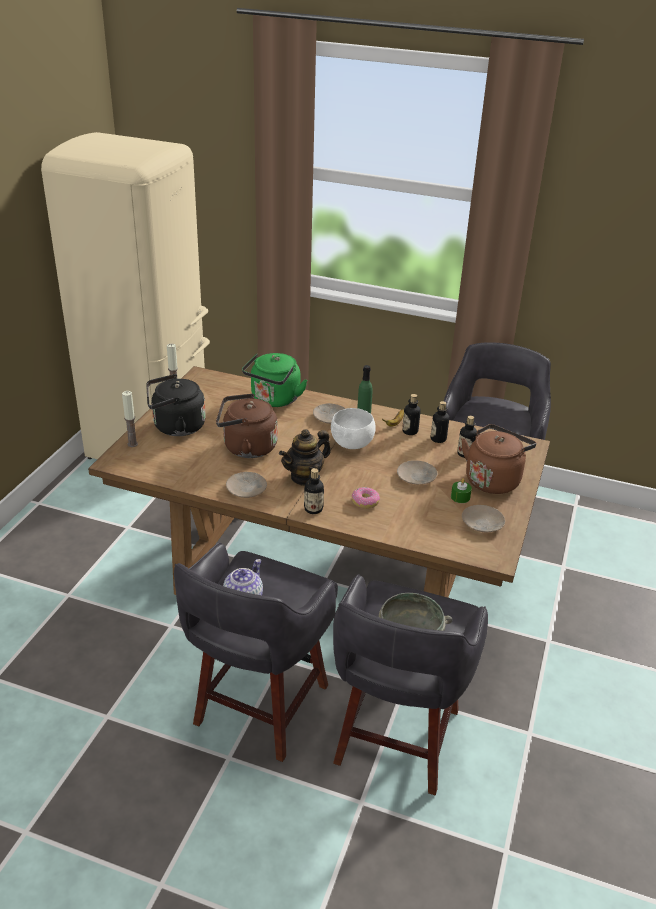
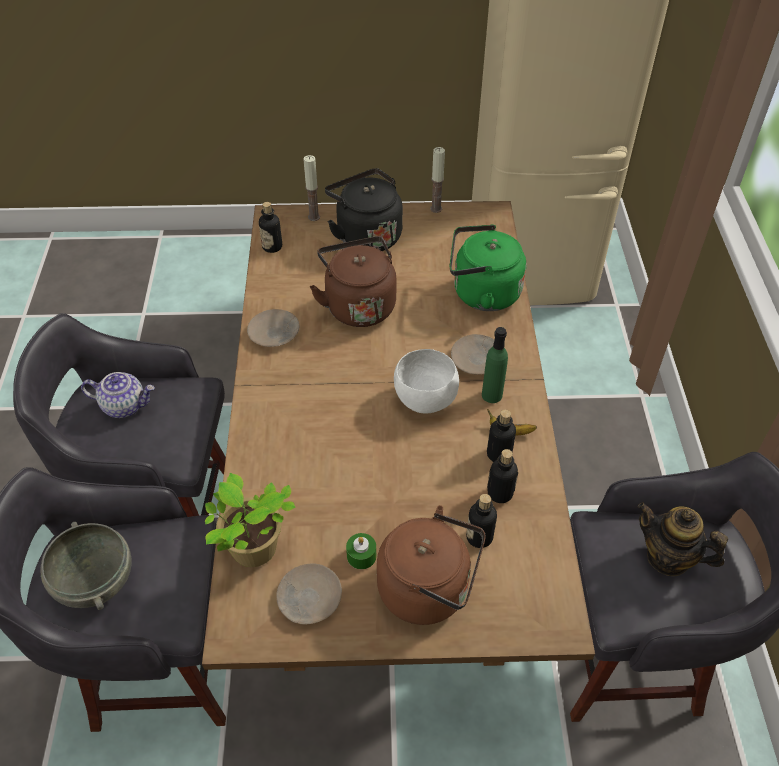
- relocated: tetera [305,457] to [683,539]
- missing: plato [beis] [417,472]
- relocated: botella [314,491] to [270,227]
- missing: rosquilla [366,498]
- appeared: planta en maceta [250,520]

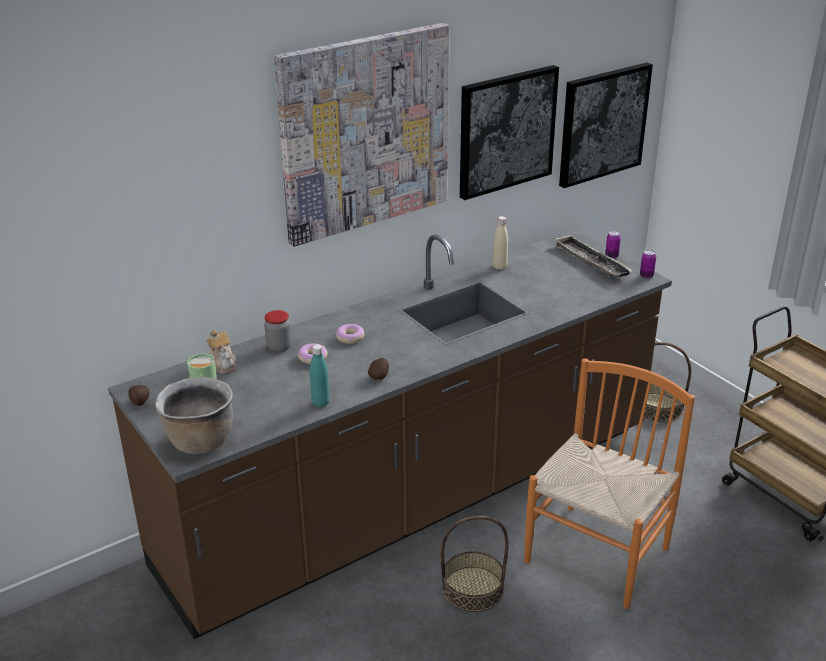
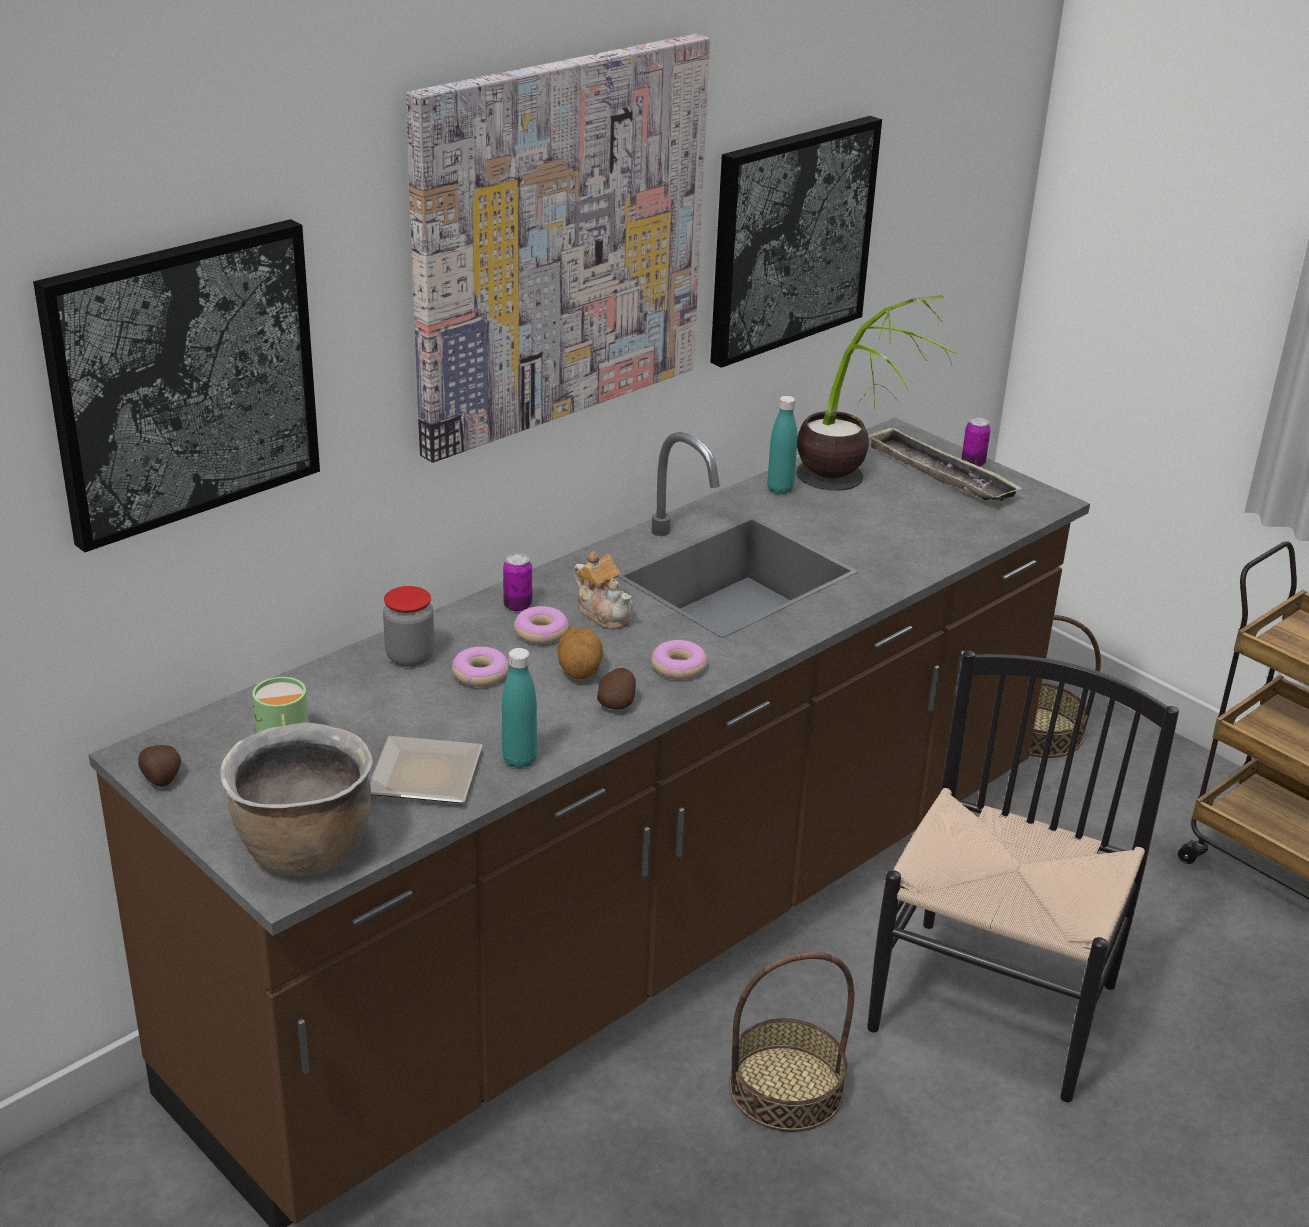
- relocated: cuadro [606,125] to [176,386]
- colour: botella [beis] [500,243] to botella [turquesa] [782,445]
- relocated: lata [648,264] to [517,582]
- relocated: tetera [221,352] to [603,590]
- colour: silla [naranja] [609,483] to silla [negro] [1023,876]
- appeared: planta en maceta [876,393]
- appeared: patata [580,653]
- appeared: rosquilla [679,660]
- appeared: plato [426,769]

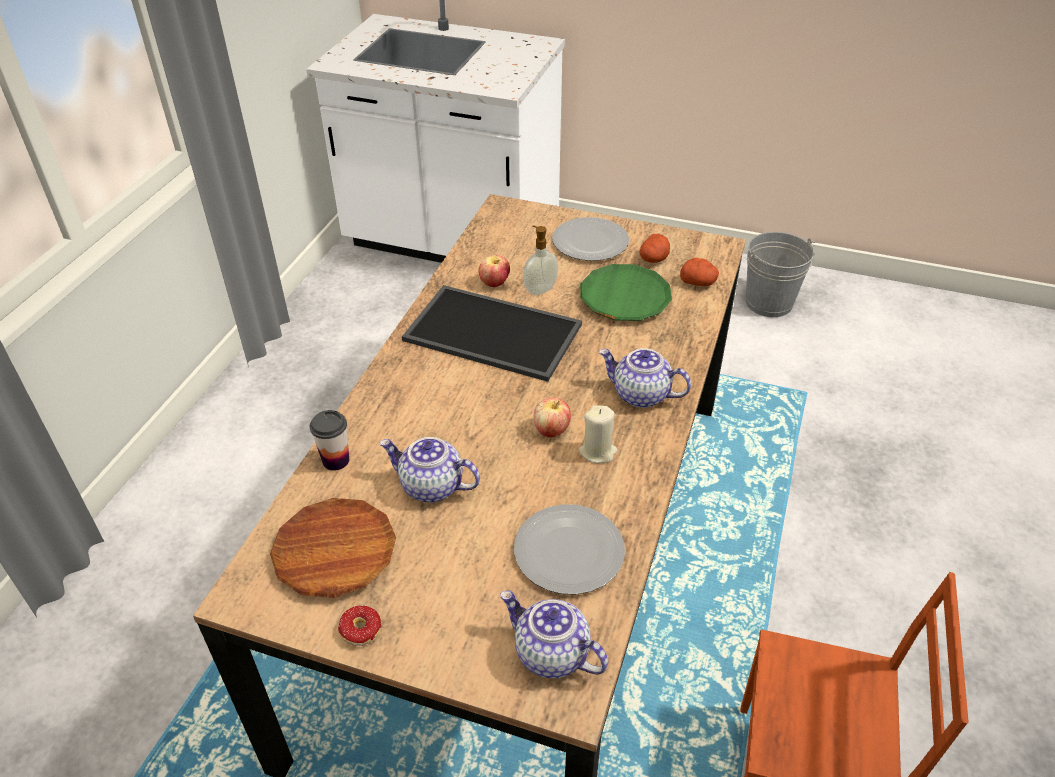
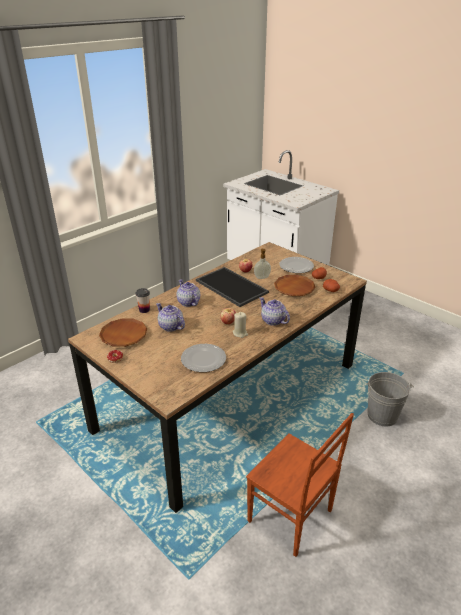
- relocated: cubo [gris] [780,274] to [390,399]
- colour: plato [verde] [626,292] to plato [marrón] [295,285]
- relocated: tetera [554,634] to [188,293]

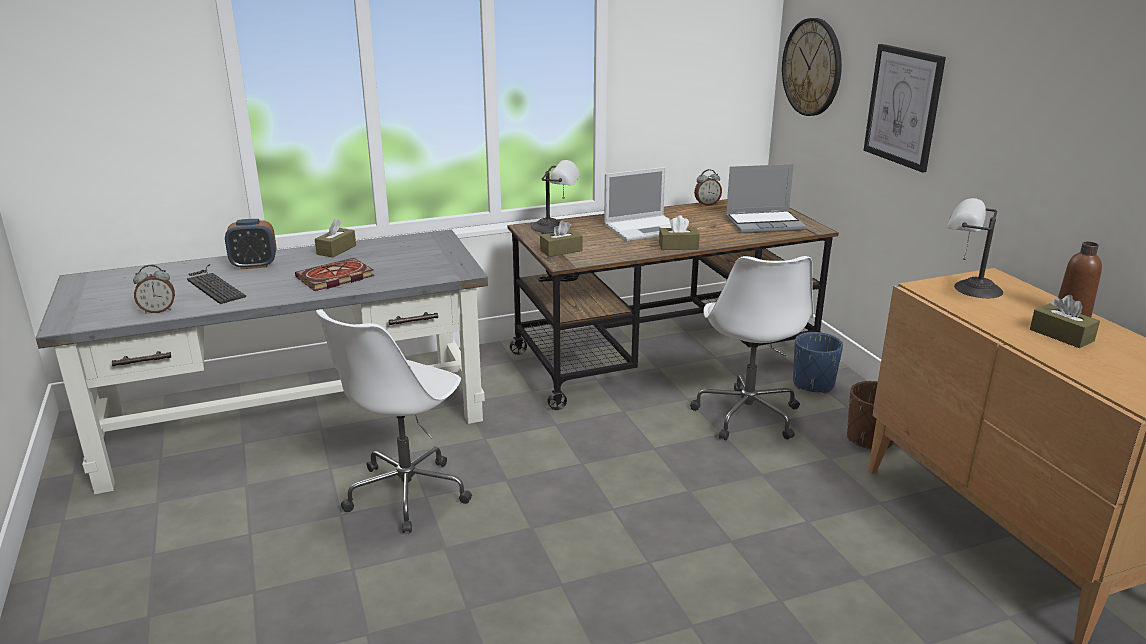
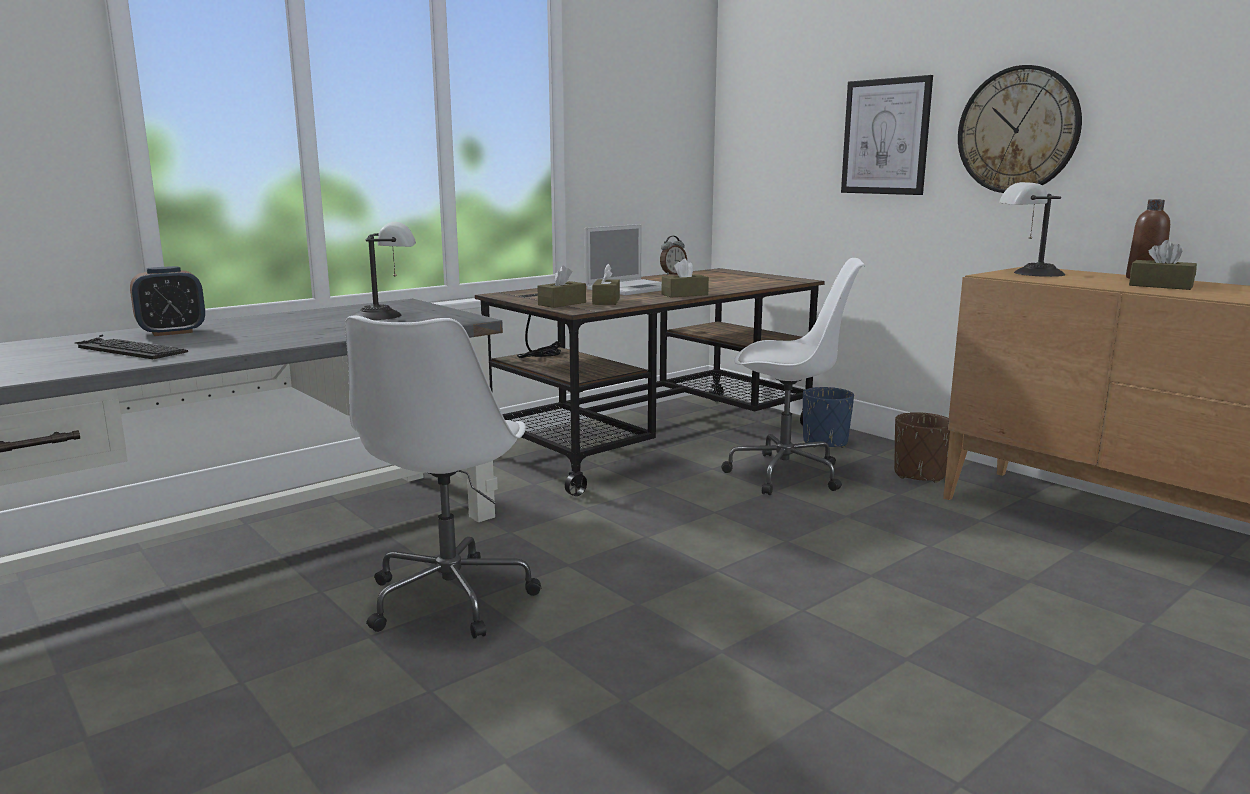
- relocated: reloj de pared [812,67] to [1020,129]
- relocated: lámpara de mesa [555,196] to [384,271]
- missing: portátil [766,199]
- relocated: caja de pañuelos [marrón] [335,238] to [606,284]
- spun: silla de oficina [blanco] [752,348] = [793,376] 60 degrees counterclockwise
- missing: libro [334,274]
- missing: despertador [154,289]

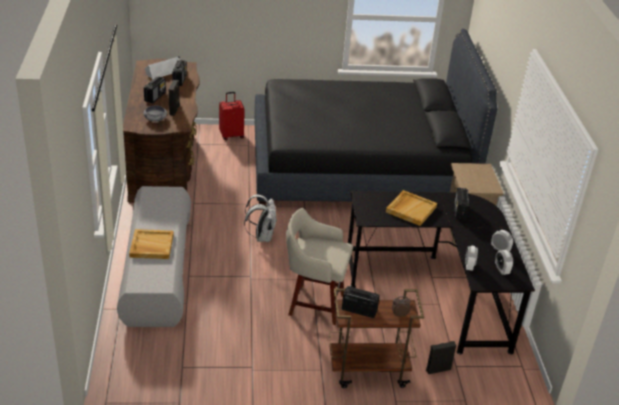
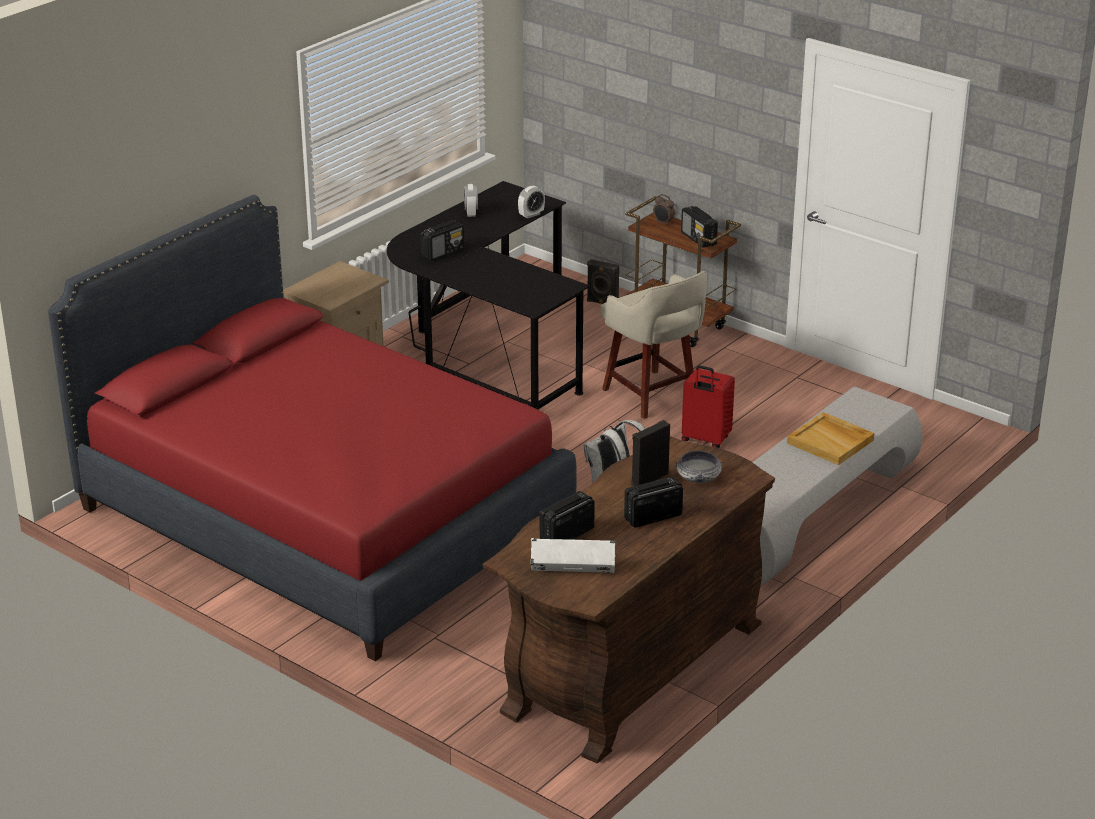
- colour: cama [negro] [375,117] to cama [rojo] [312,428]
- relocated: maleta [rojo] [232,116] to [708,406]
- missing: bandeja [beis] [411,208]
- missing: despertador [504,262]

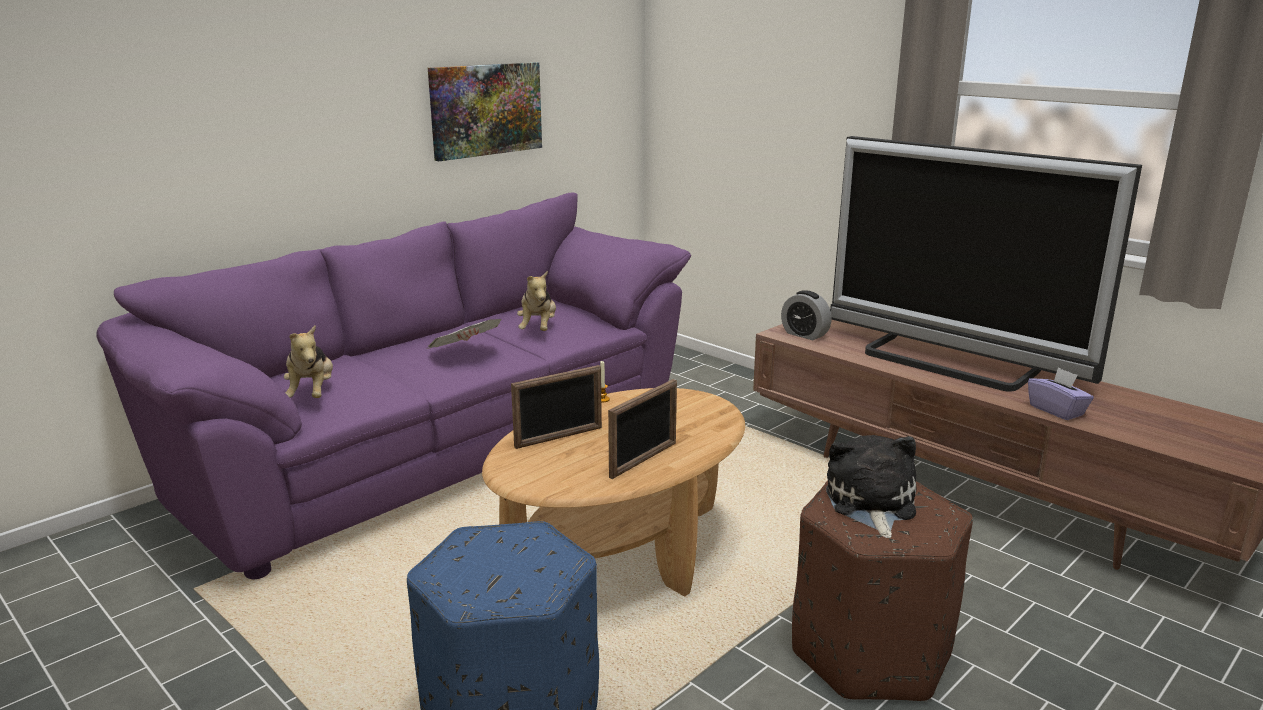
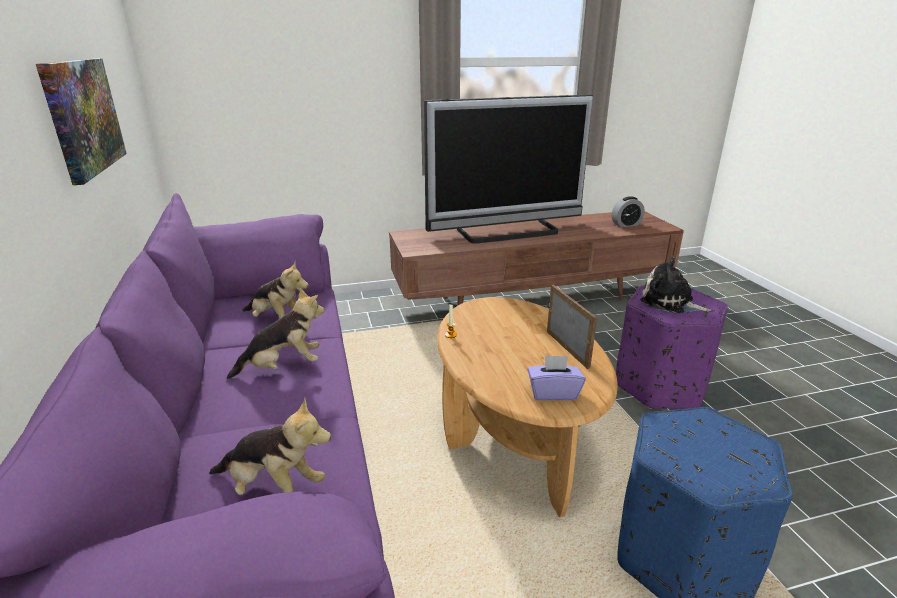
- relocated: despertador [806,315] to [628,211]
- exchanged: periódico [464,334] to peluche [275,334]
- missing: portarretratos [556,407]
- relocated: caja de pañuelos [morado] [1061,393] to [556,377]
- colour: puf [marrón] [882,591] to puf [morado] [672,347]

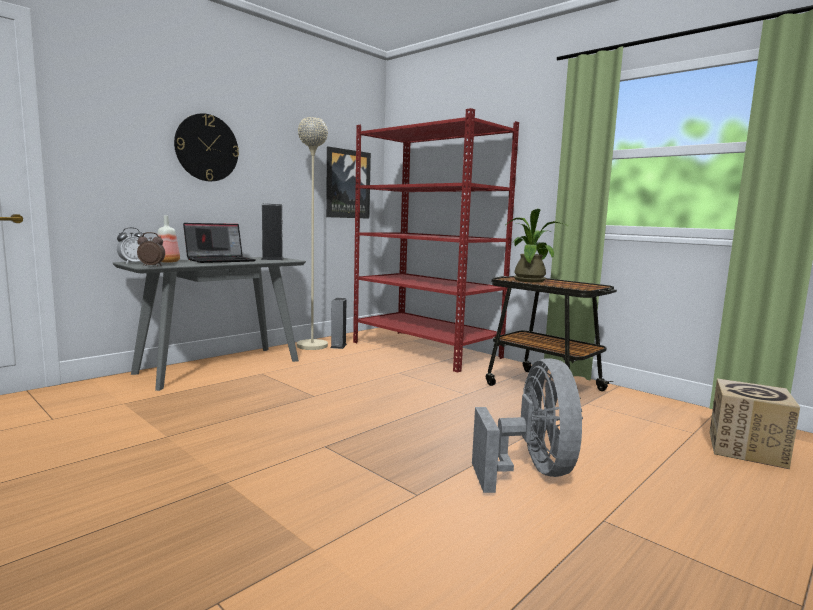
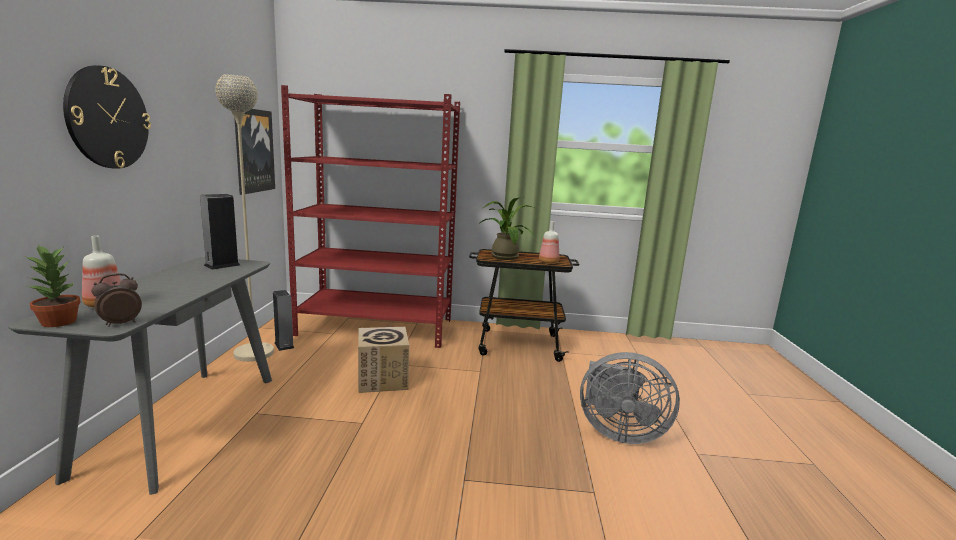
- missing: portátil [219,243]
- exchanged: despertador [131,245] to planta en maceta [53,286]
- spun: ventilador [gris] [527,425] = [630,398] 150 degrees clockwise
- relocated: caja de cartón [755,423] to [383,360]
- appeared: botella [549,242]

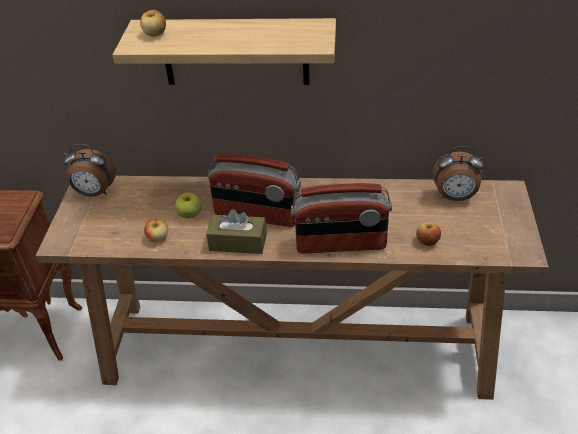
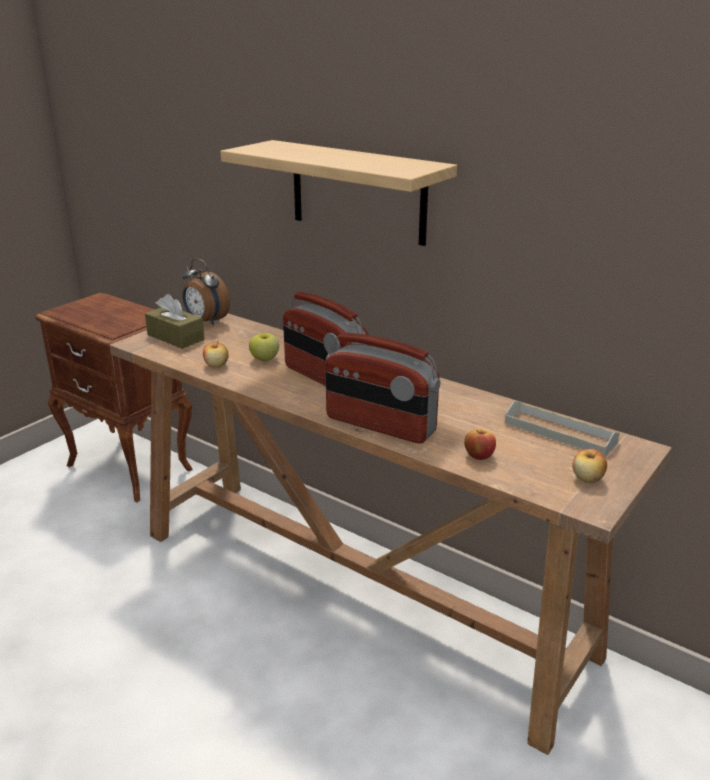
- relocated: manzana [153,23] to [590,466]
- exchanged: despertador [458,173] to bandeja [gris] [562,429]
- relocated: caja de pañuelos [marrón] [236,231] to [174,321]

